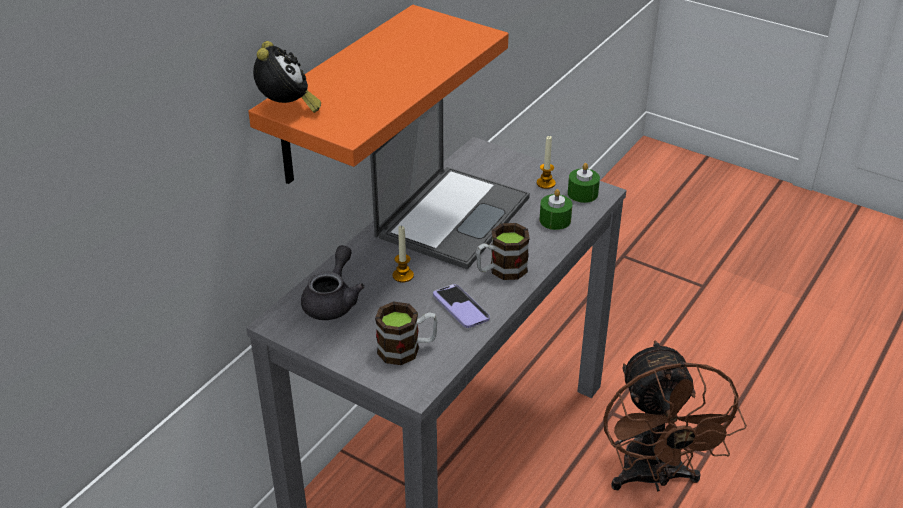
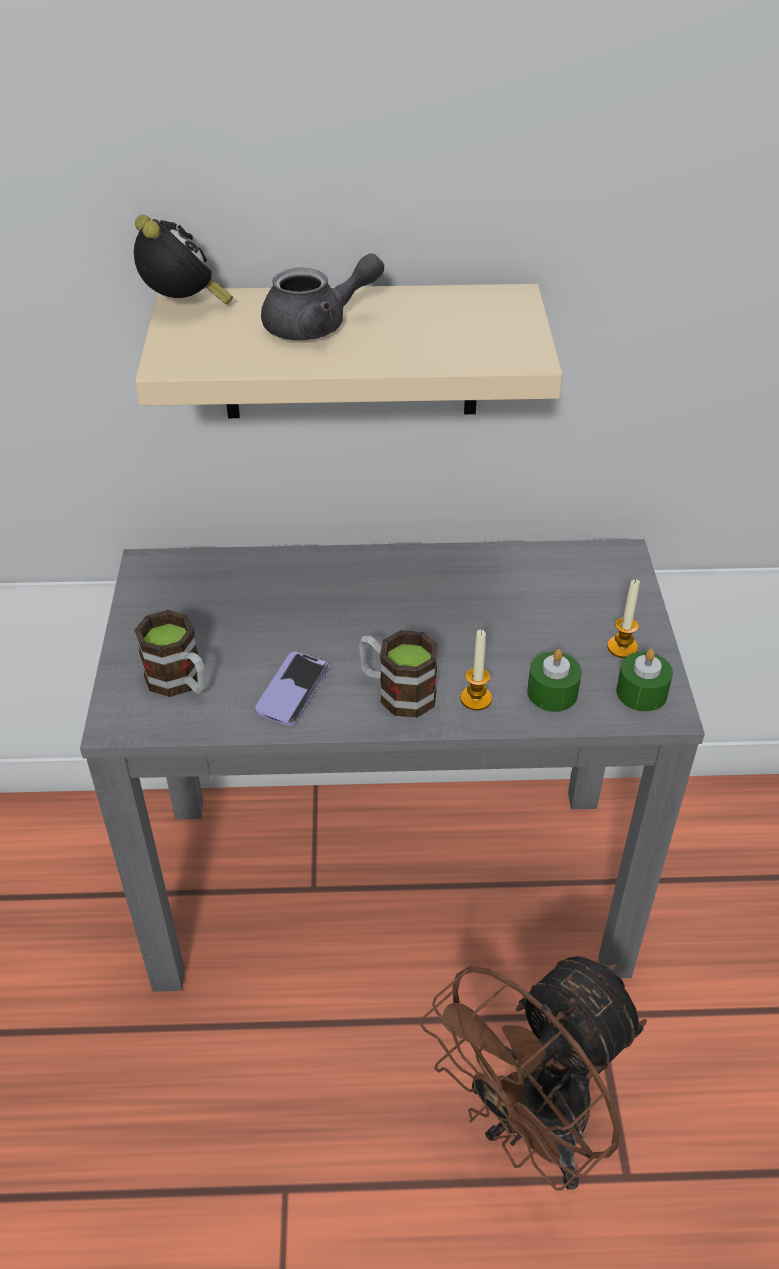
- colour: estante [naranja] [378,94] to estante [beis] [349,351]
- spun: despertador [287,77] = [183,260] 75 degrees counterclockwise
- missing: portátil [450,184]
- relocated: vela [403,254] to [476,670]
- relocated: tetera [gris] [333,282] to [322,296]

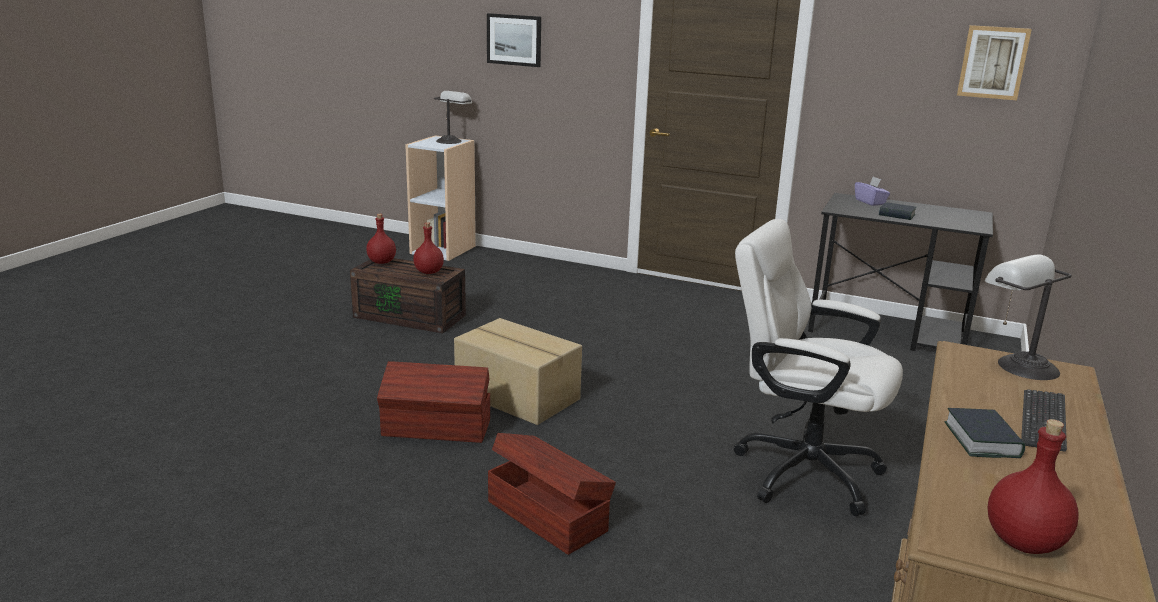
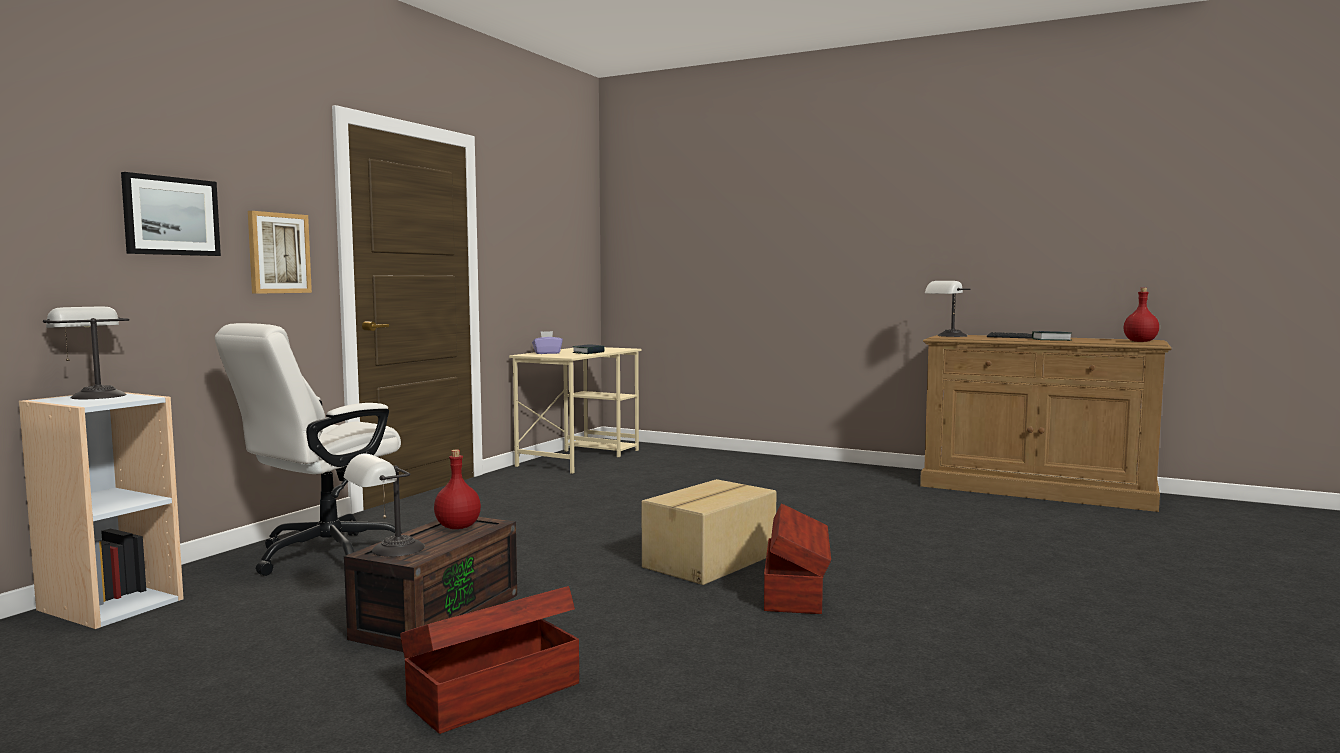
- relocated: cuadro [994,62] to [280,252]
- colour: escritorio [negro] [900,272] to escritorio [beis] [575,410]
- exchanged: botella [rojo] [381,239] to lámpara de mesa [384,505]
- relocated: silla de oficina [blanco] [818,367] to [309,449]
- relocated: caja de almacenaje [marrón] [552,494] to [489,660]

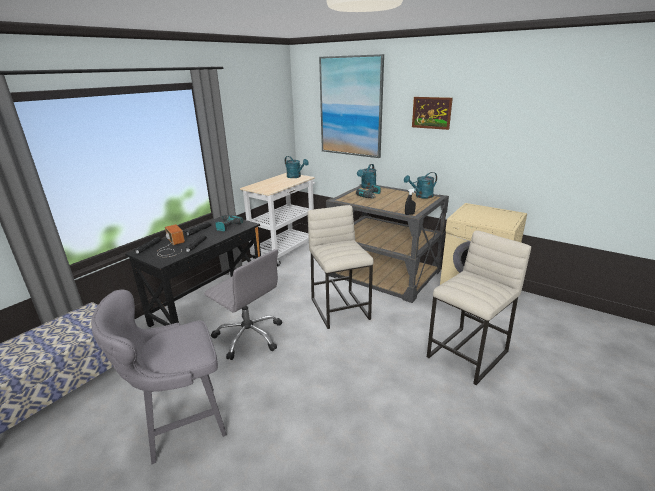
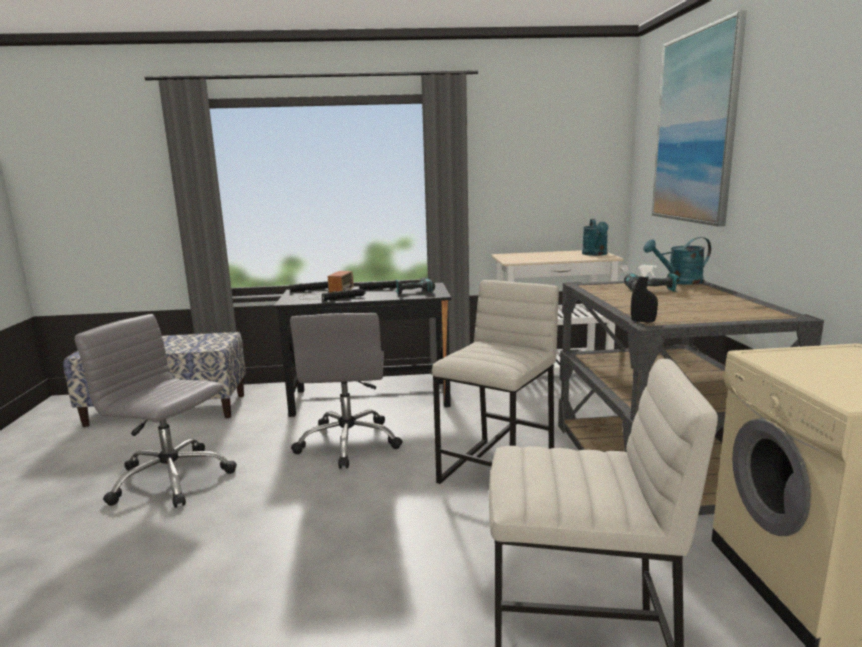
- missing: cuadro [432,113]
- missing: regadera [turquesa] [420,185]
- exchanged: taburete [gris] [159,376] to silla de oficina [gris] [155,411]

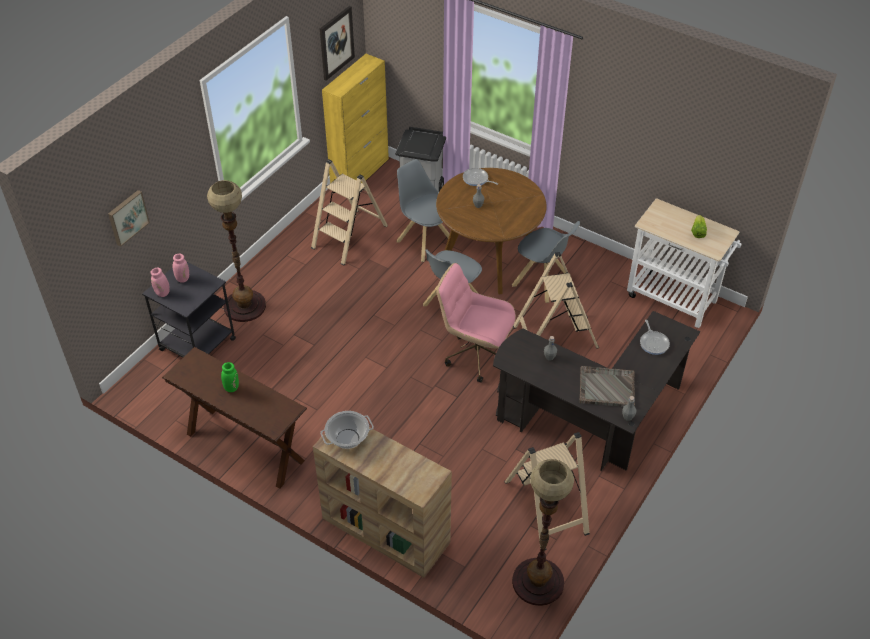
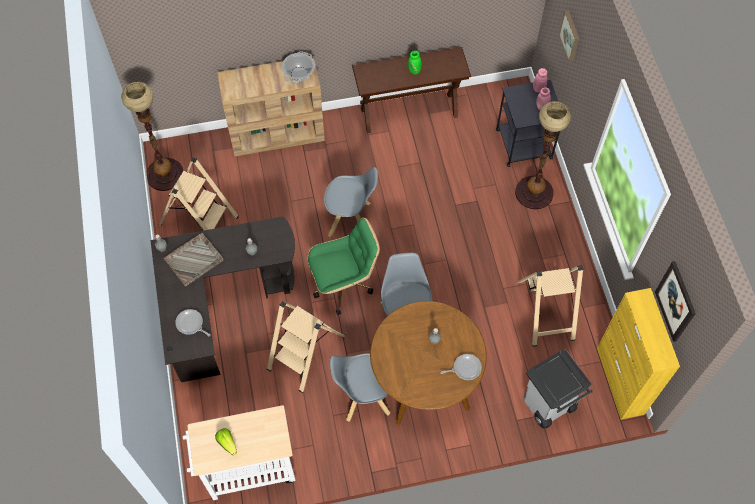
- relocated: silla [gris] [423,210] to [351,202]
- colour: silla de oficina [rosa] [476,323] to silla de oficina [verde] [344,266]

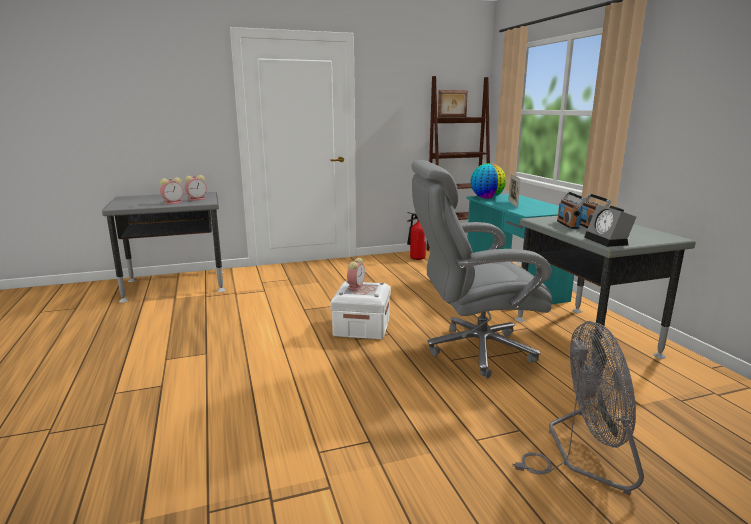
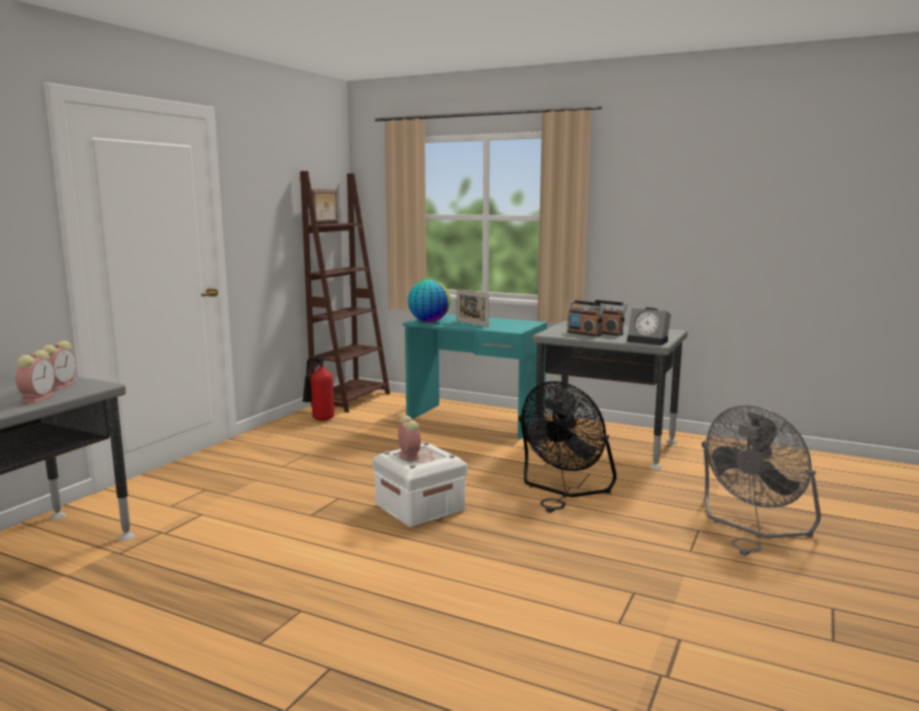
- exchanged: silla de oficina [gris] [482,269] to ventilador [negro] [567,447]

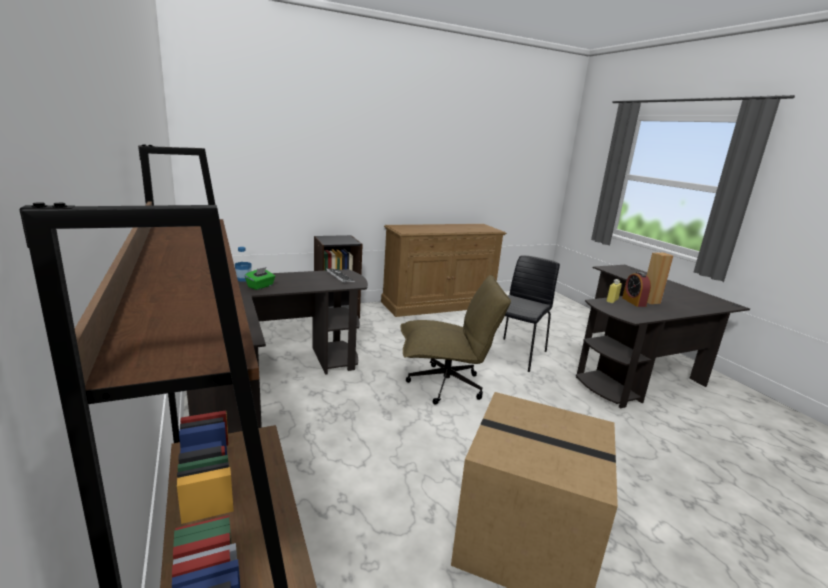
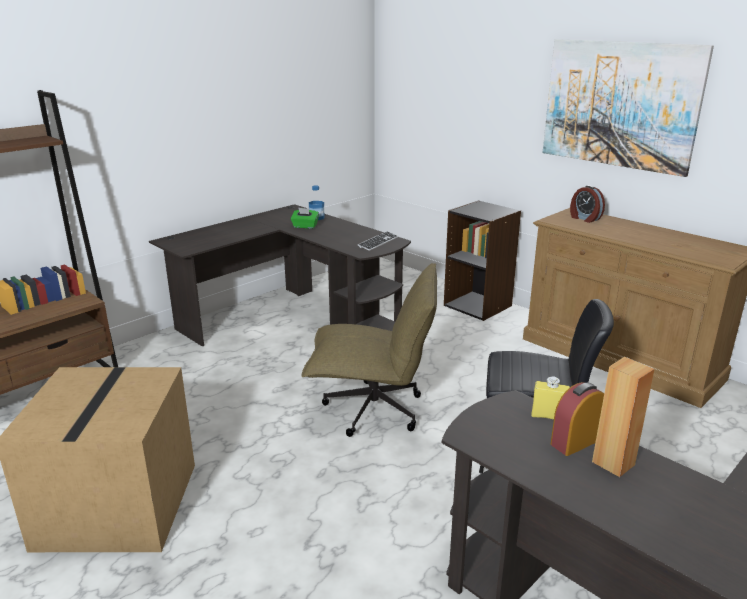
- spun: silla de oficina [beis] [456,340] = [369,350] 60 degrees counterclockwise
- appeared: cuadro [628,108]
- appeared: despertador [587,204]

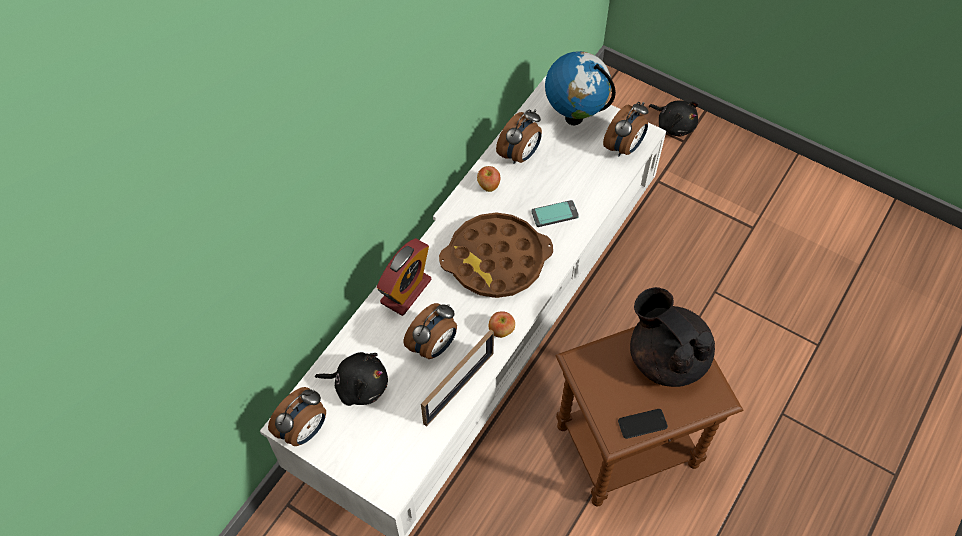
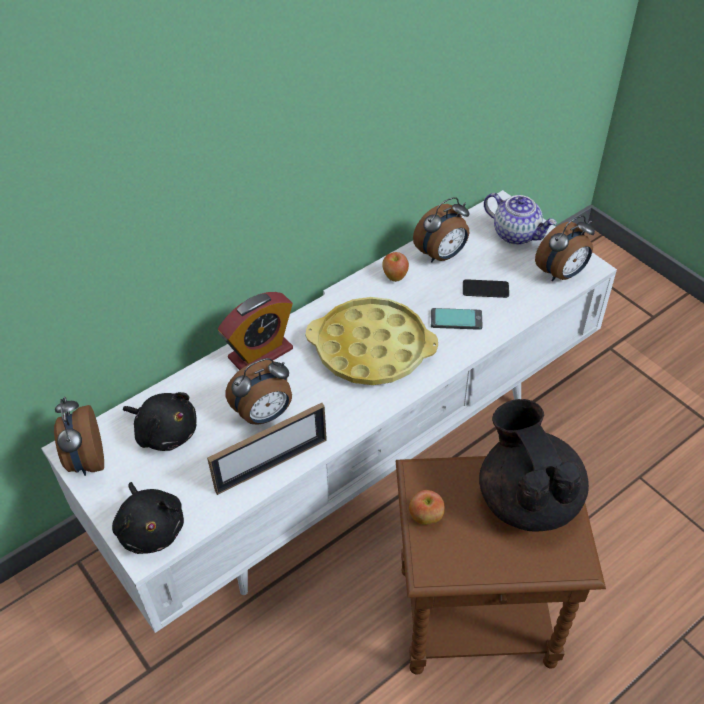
- exchanged: globo terráqueo [580,88] to tetera [520,219]
- relocated: peluche [negro] [674,118] to [148,518]
- colour: bandeja [marrón] [496,255] to bandeja [amarillo] [371,341]
- relocated: manzana [502,324] to [427,507]
- spun: despertador [297,416] = [79,436] 105 degrees clockwise
- relocated: móvil [643,424] to [486,288]

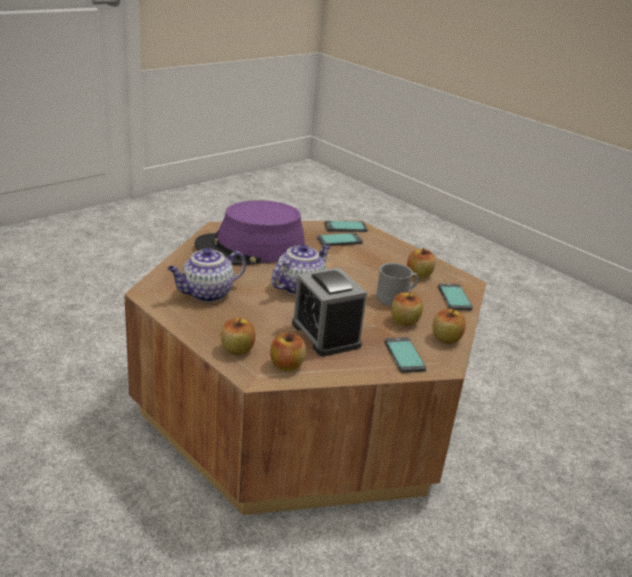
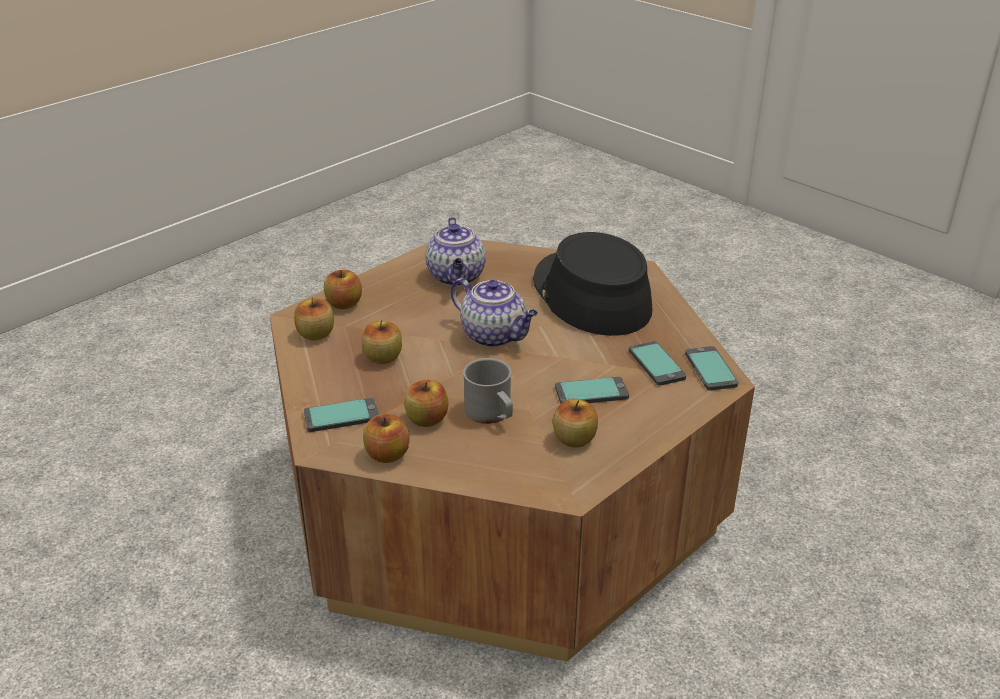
- colour: sombrero [morado] [249,232] to sombrero [negro] [593,284]
- spun: tetera [206,275] = [455,251] 150 degrees counterclockwise
- exchanged: despertador [329,312] to manzana [382,342]
- relocated: móvil [455,297] to [592,390]

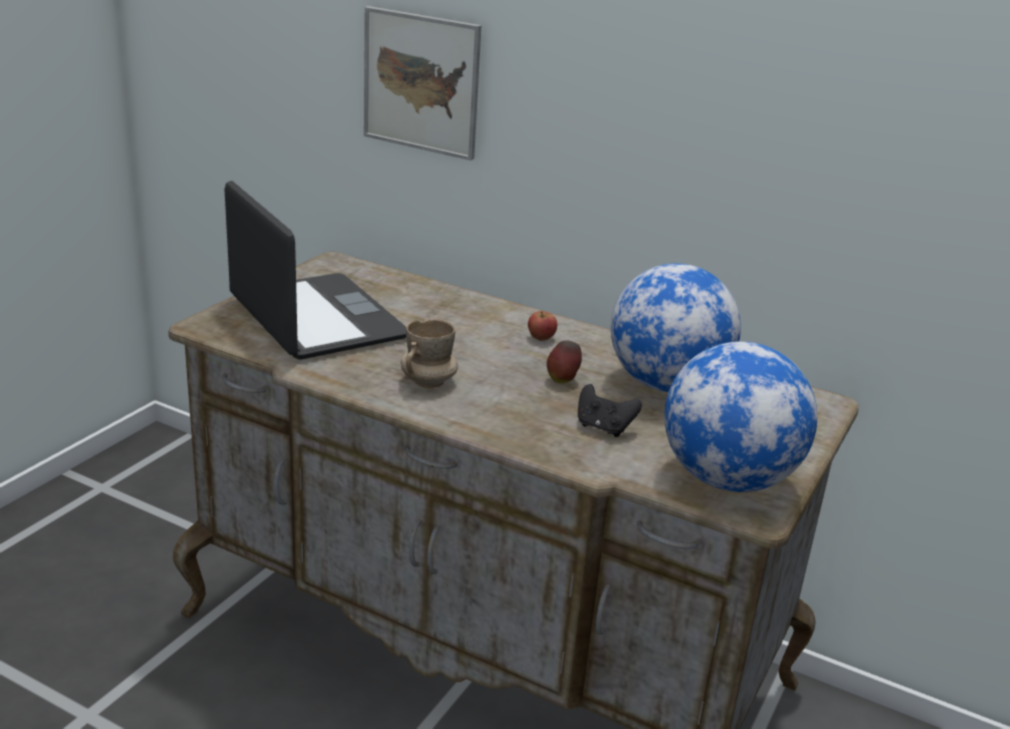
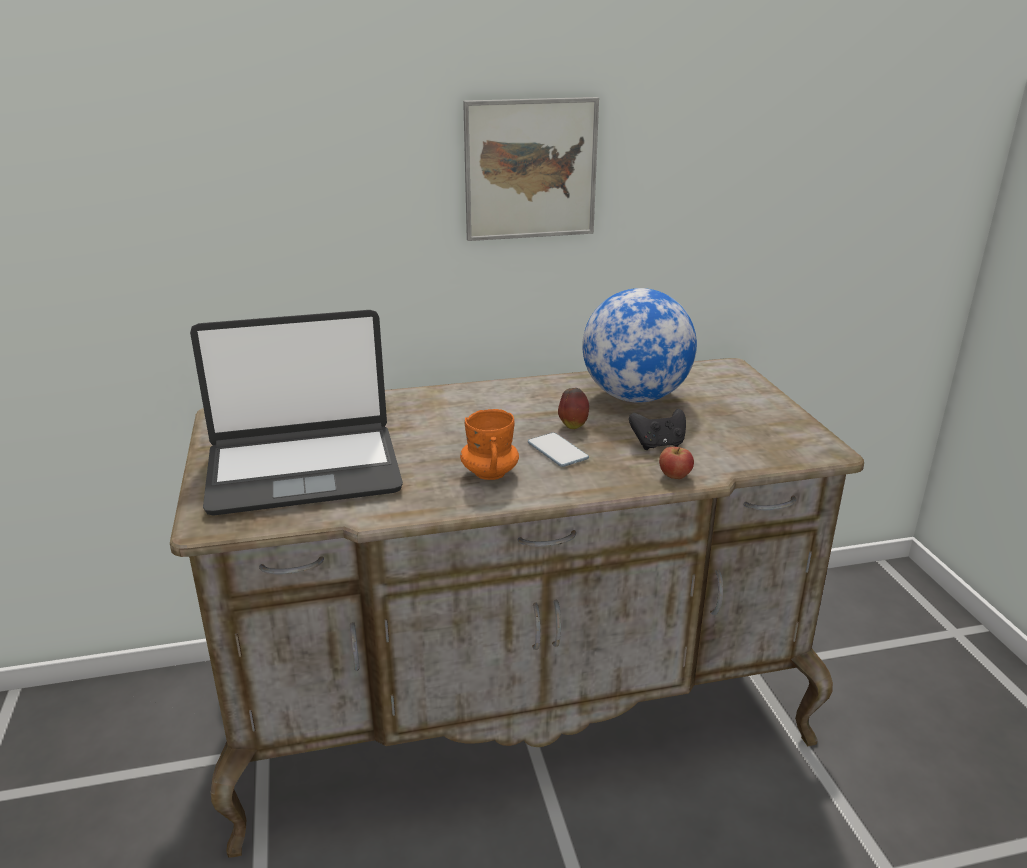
- relocated: cuadro [422,83] to [531,169]
- spun: portátil [315,270] = [296,413] 150 degrees clockwise
- relocated: manzana [542,326] to [676,463]
- colour: taza grande [beis] [429,353] to taza grande [naranja] [489,444]
- missing: globo terráqueo [740,417]
- appeared: móvil [558,450]

